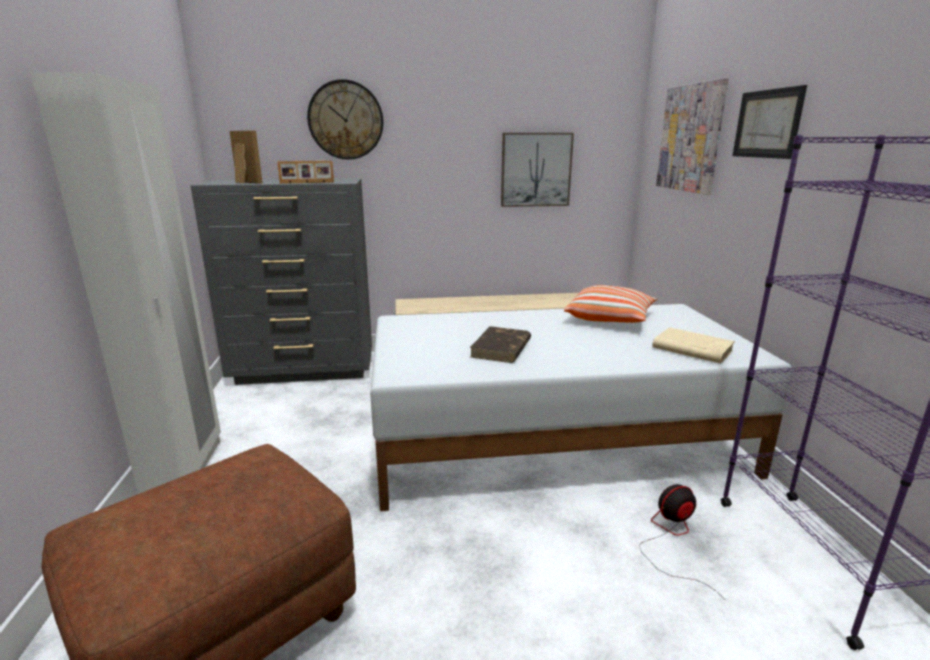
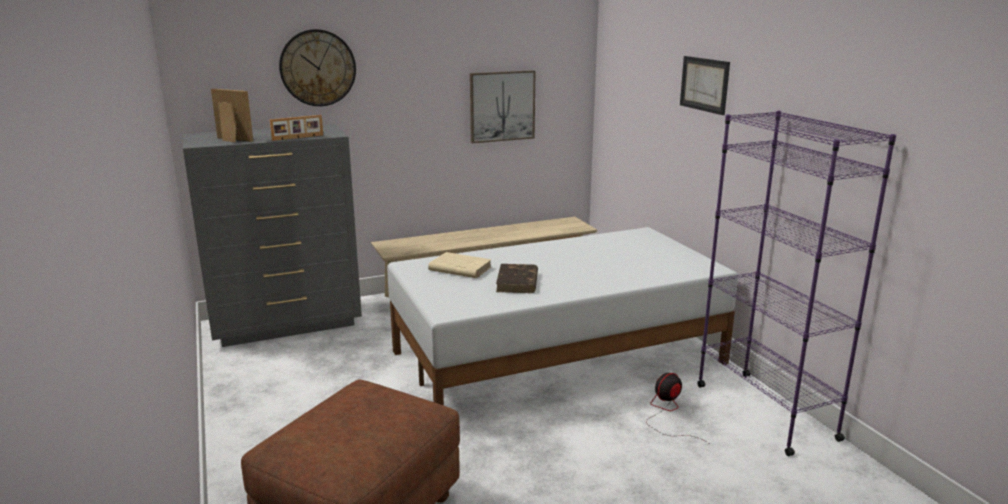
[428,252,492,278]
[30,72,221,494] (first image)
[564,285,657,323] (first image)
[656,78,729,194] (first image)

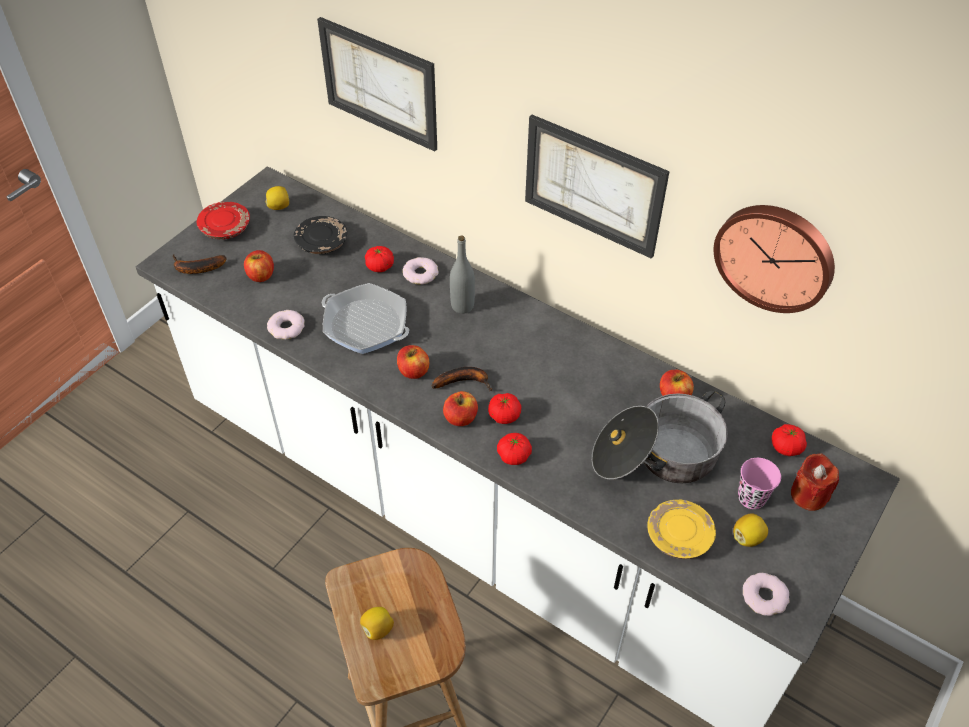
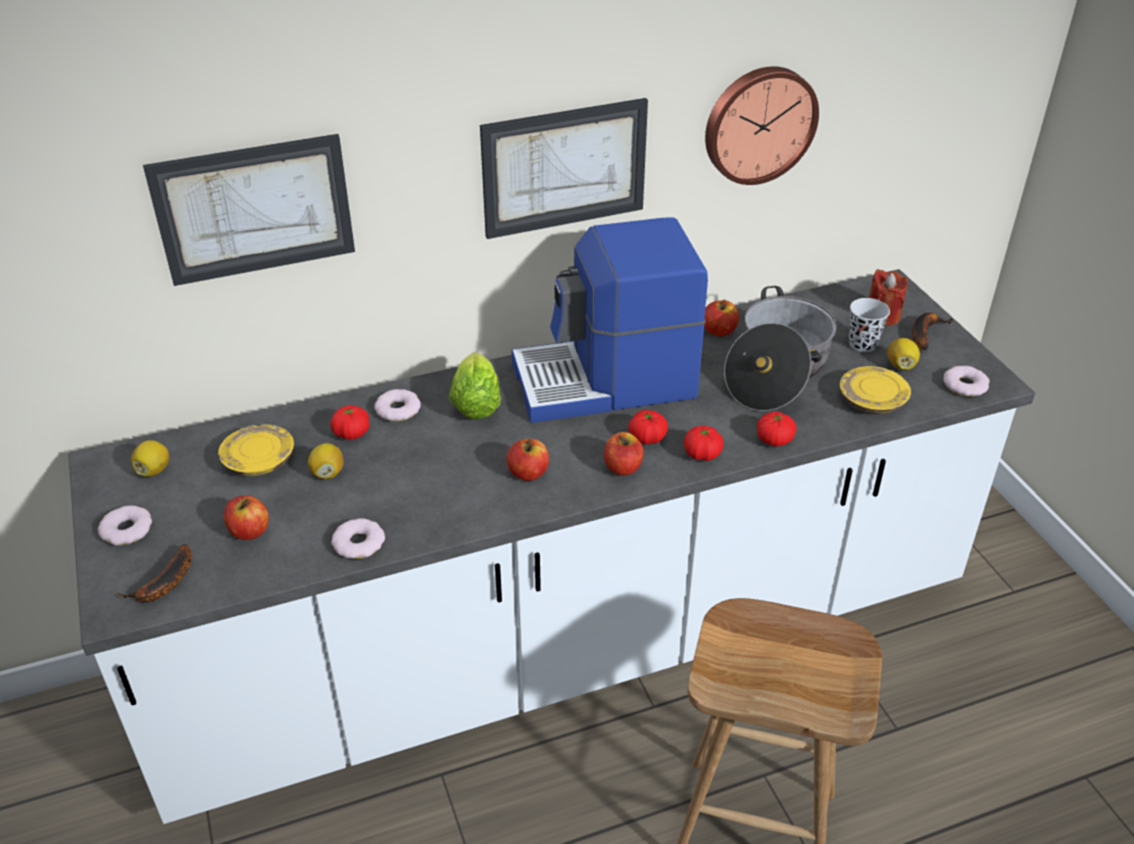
[98,506,152,546]
[218,424,294,476]
[308,443,343,479]
[450,352,501,419]
[512,217,708,423]
[757,412,796,446]
[849,298,890,352]
[912,312,954,350]
[322,283,409,354] (first image)

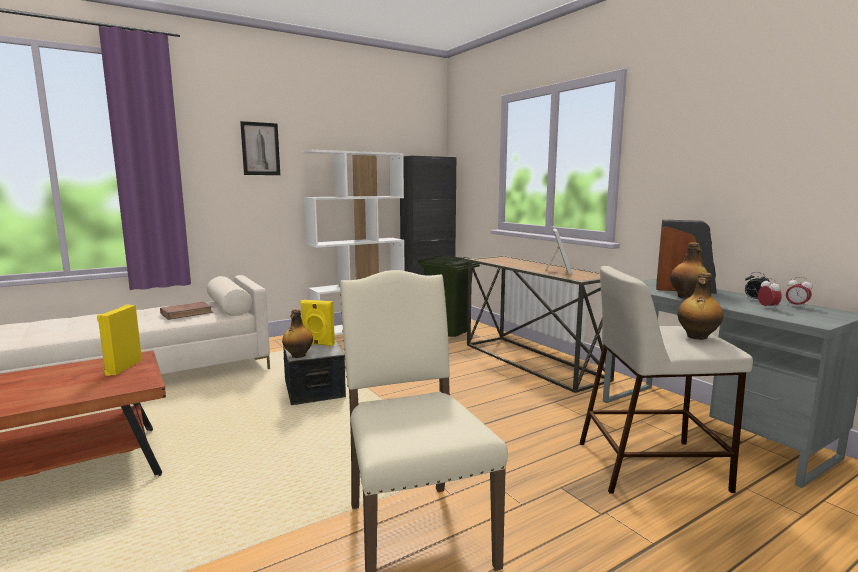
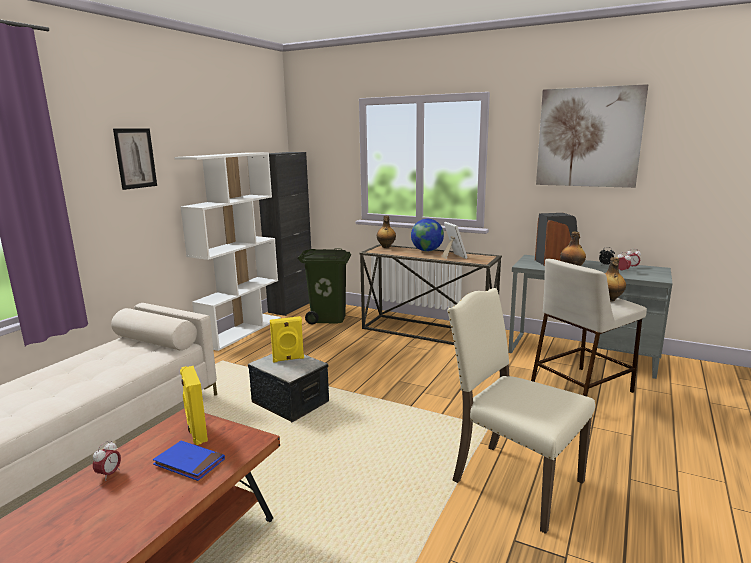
[93,441,121,481]
[153,441,225,481]
[377,216,396,248]
[411,219,444,251]
[536,84,648,188]
[160,302,214,320] (first image)

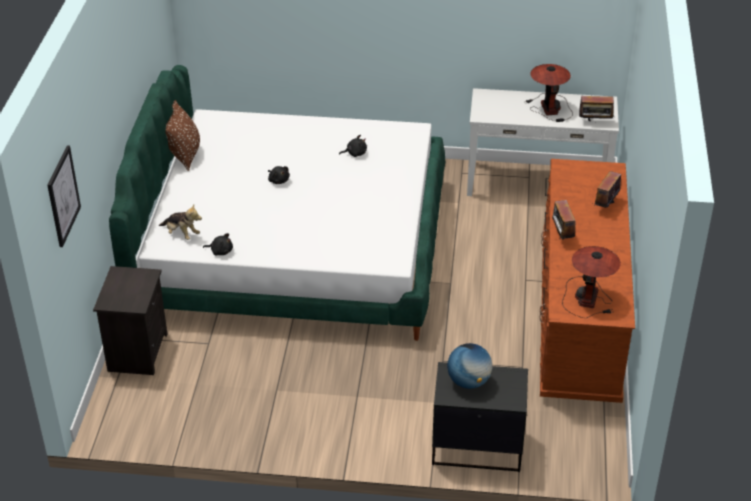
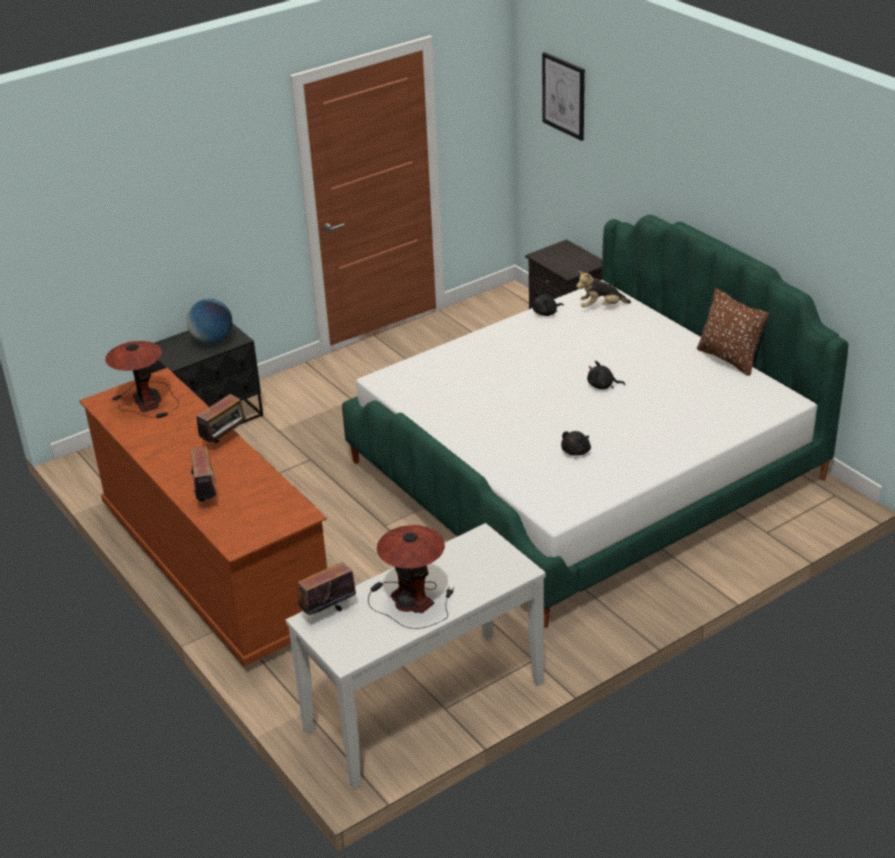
[196,394,245,445]

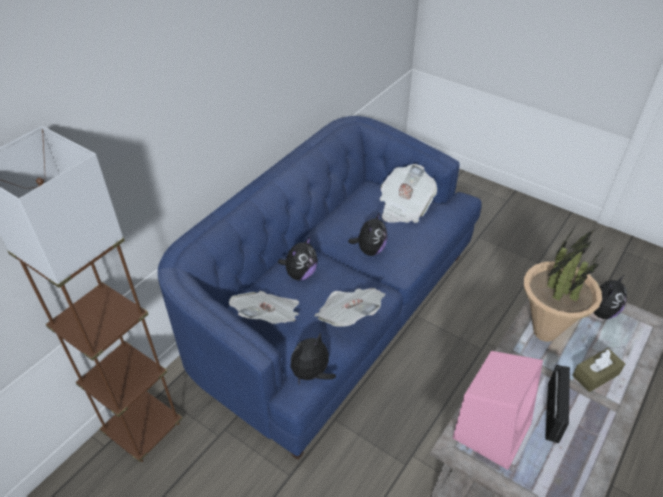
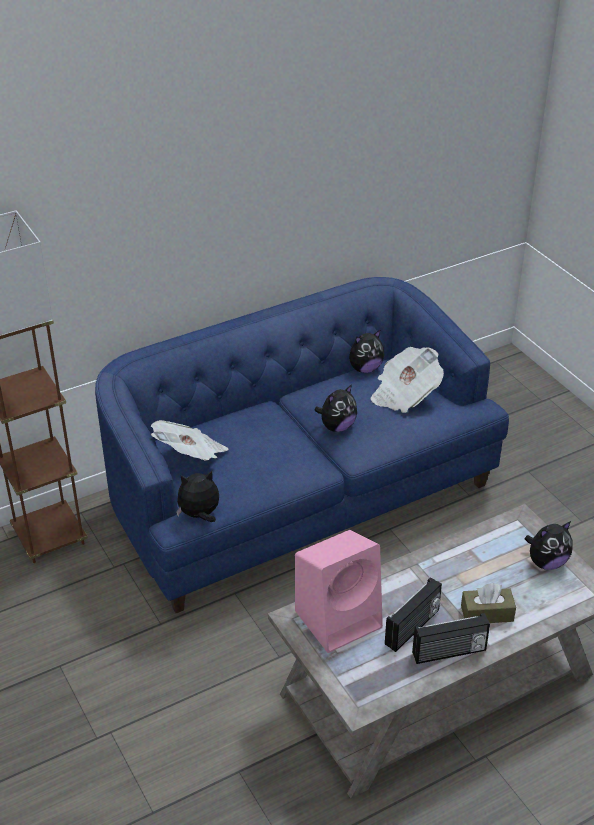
[349,329,384,373]
[412,613,490,664]
[314,288,385,327] (first image)
[524,225,603,342] (first image)

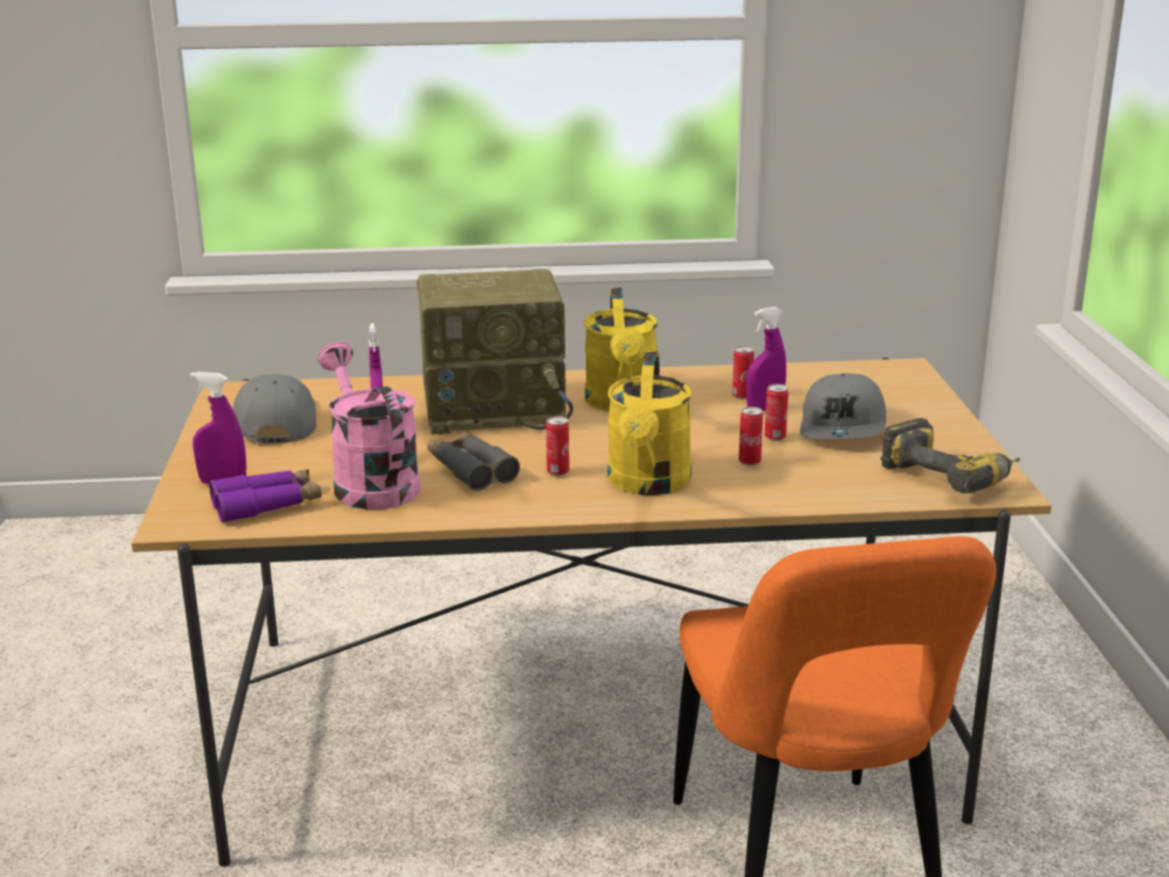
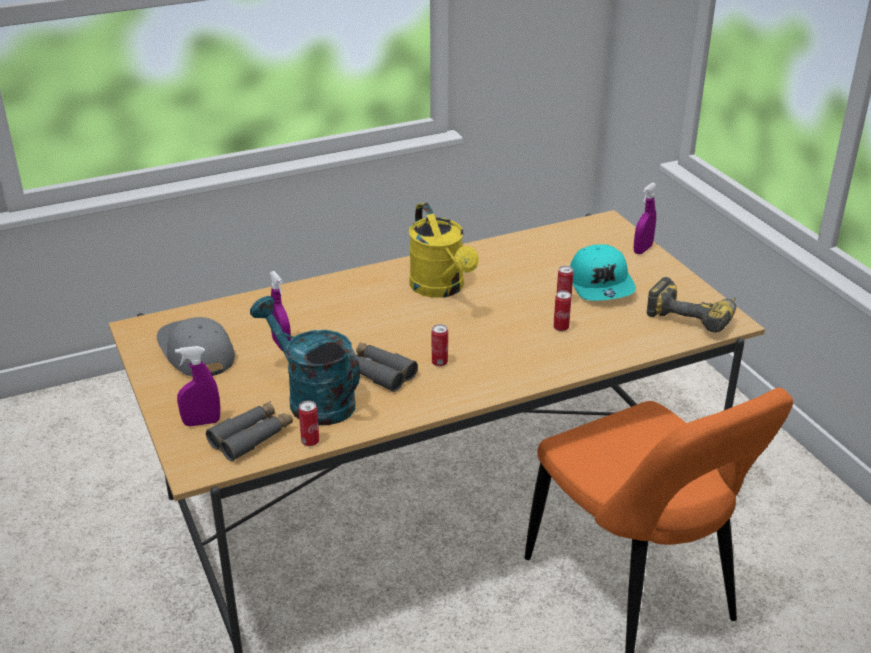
[206,401,293,461]
[250,296,360,425]
[299,401,319,446]
[570,244,636,301]
[634,183,657,254]
[417,269,573,435] (first image)
[607,351,692,495] (first image)

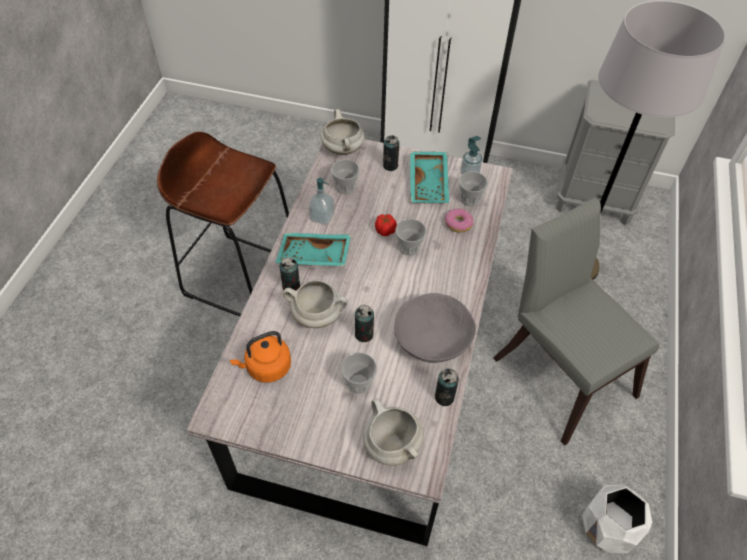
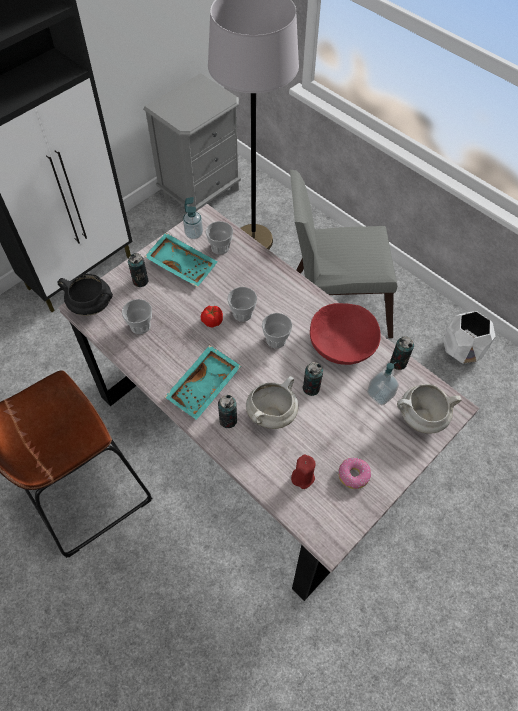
[57,274,113,316]
[262,313,292,348]
[291,454,316,489]
[310,303,381,365]
[338,458,371,489]
[367,362,399,405]

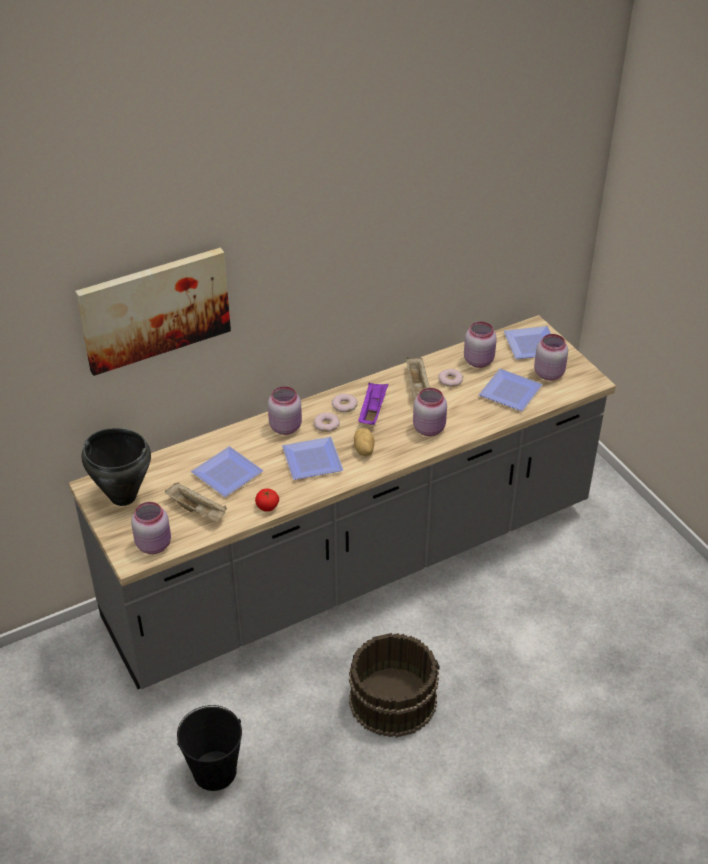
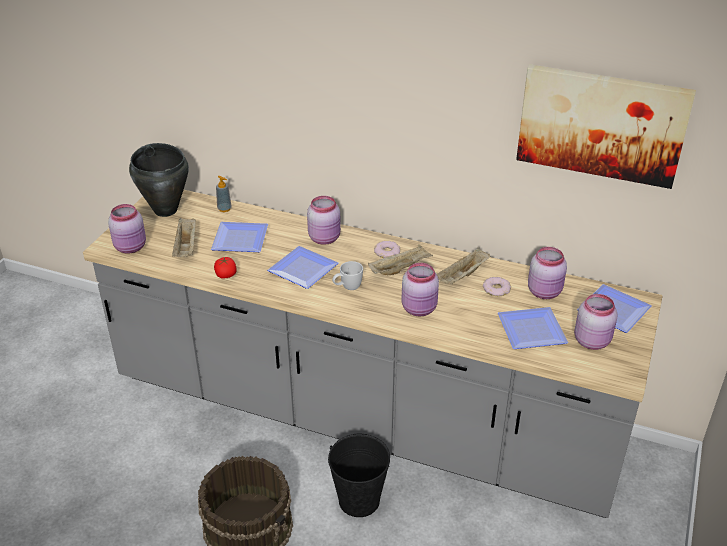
[216,176,232,212]
[328,434,390,517]
[332,261,363,290]
[368,244,433,275]
[516,64,696,189]
[313,413,340,432] (first image)

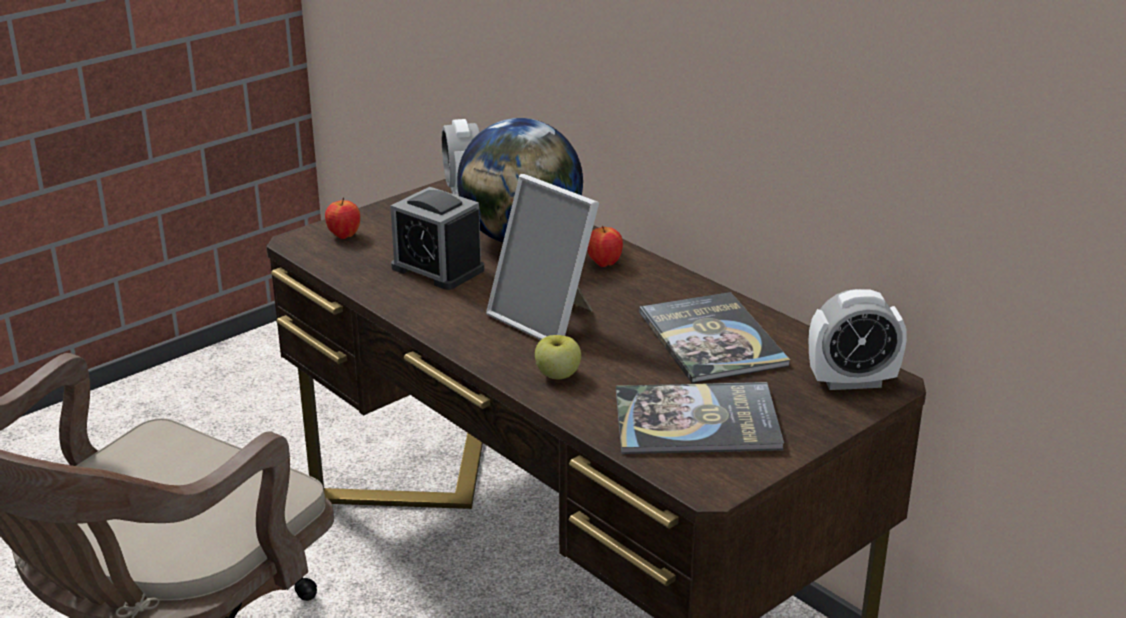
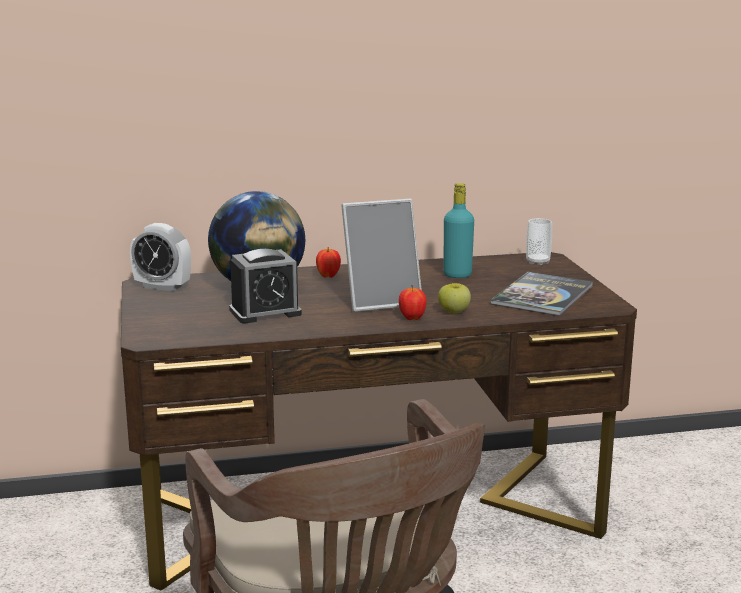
[399,285,427,320]
[443,183,474,278]
[526,218,552,265]

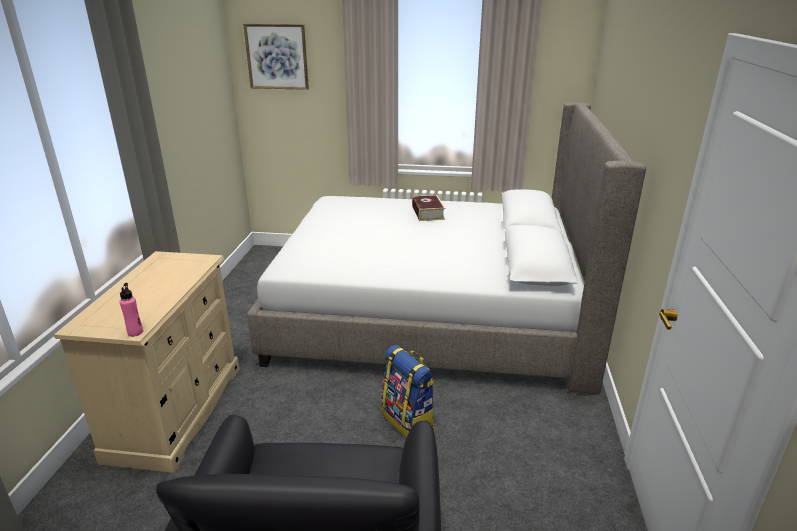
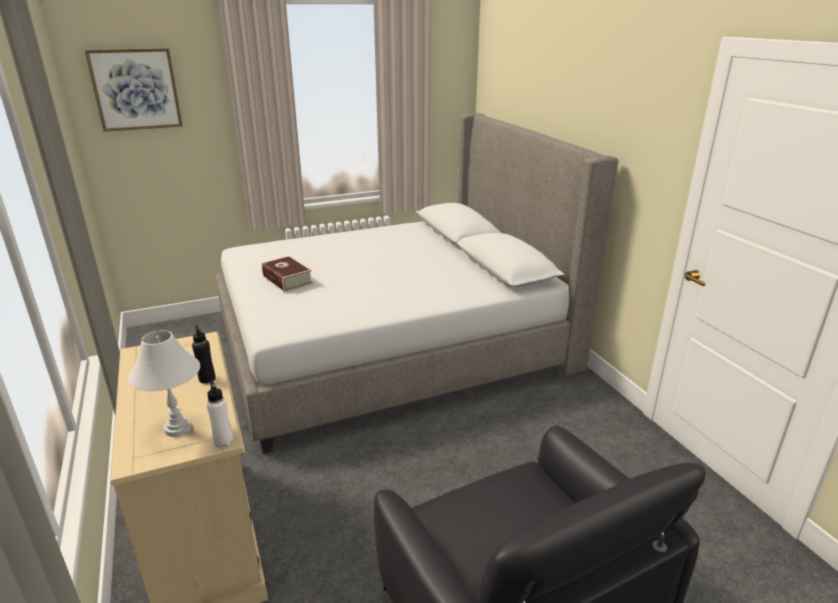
[128,330,200,437]
[192,325,215,384]
[206,380,233,447]
[262,256,313,292]
[382,345,435,438] (first image)

